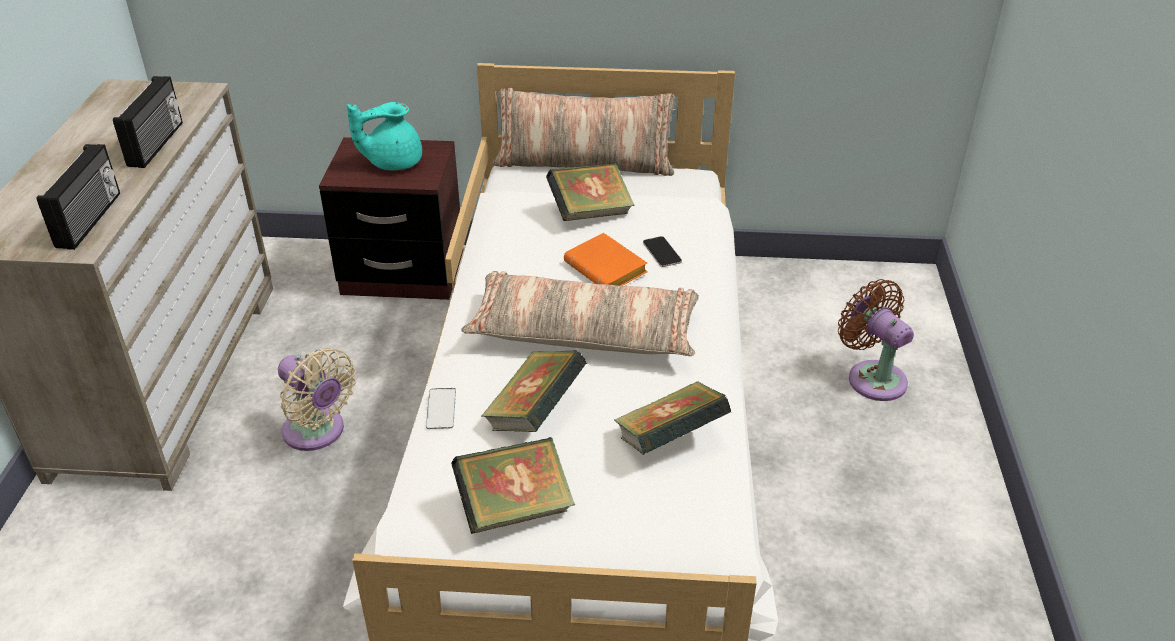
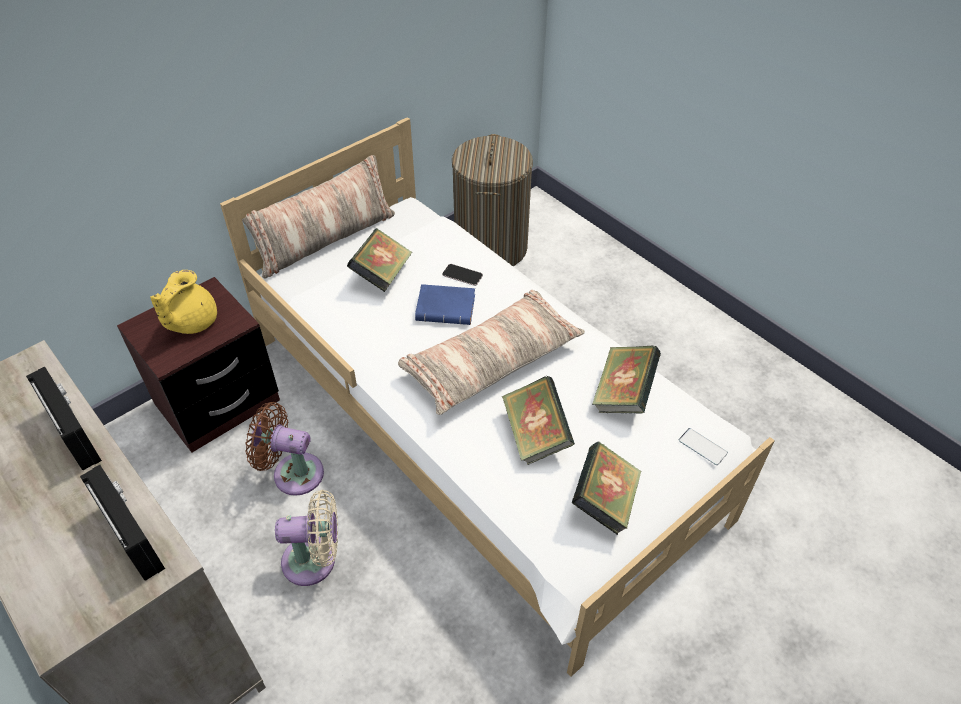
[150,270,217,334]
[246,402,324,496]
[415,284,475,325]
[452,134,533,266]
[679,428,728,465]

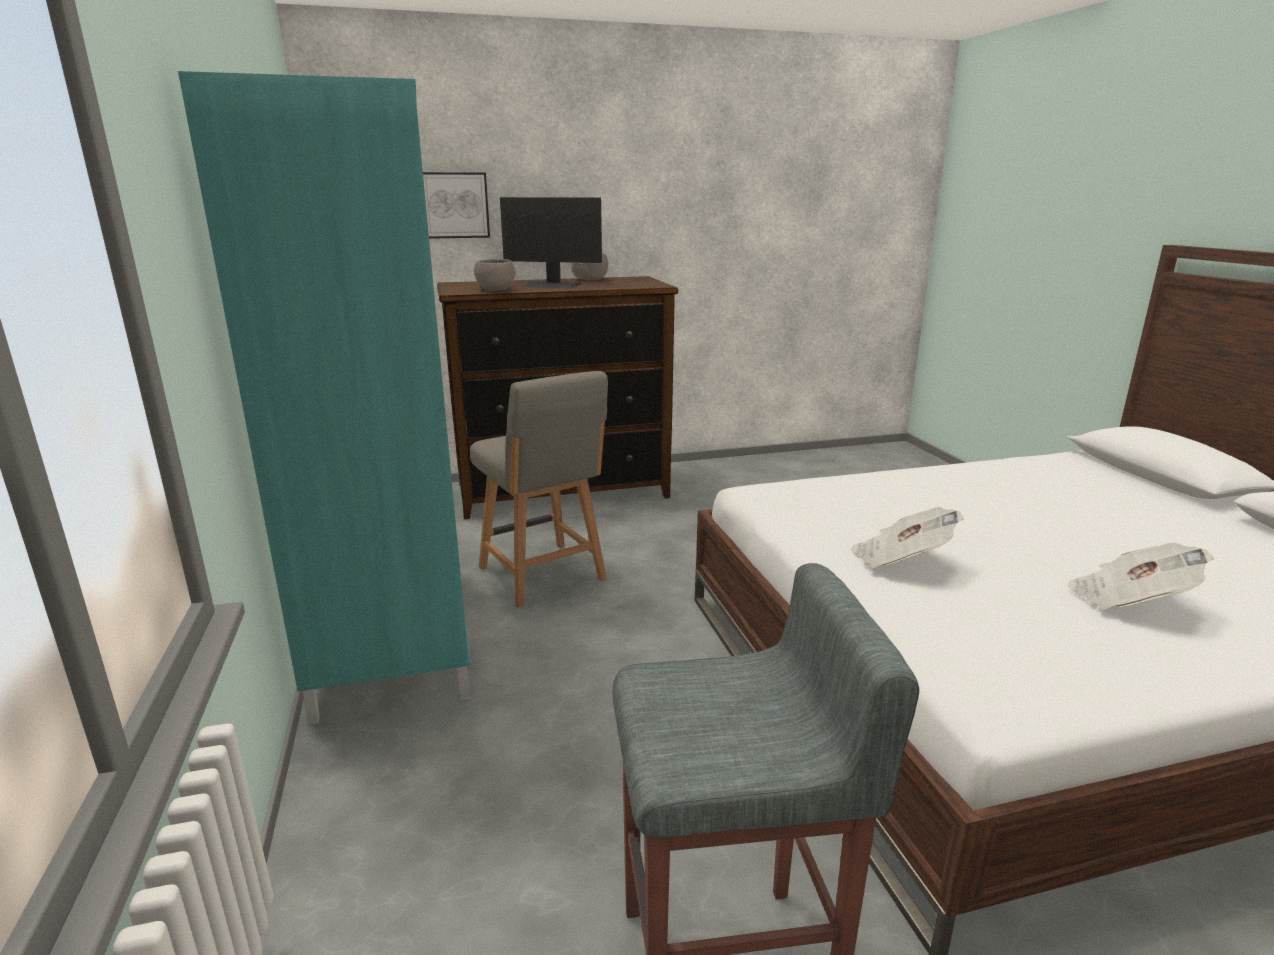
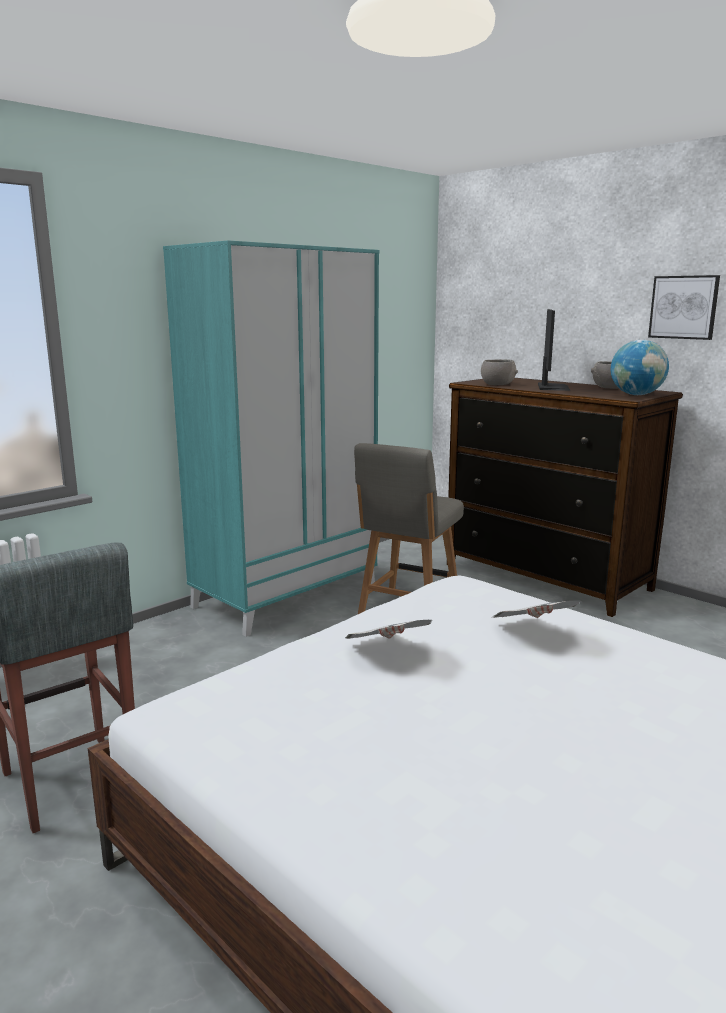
[491,600,582,618]
[538,309,571,391]
[611,340,669,395]
[648,275,720,340]

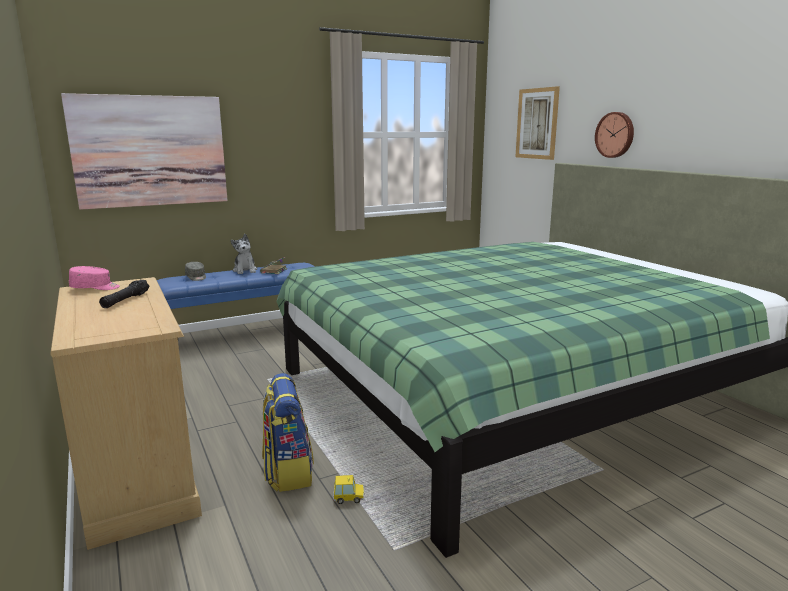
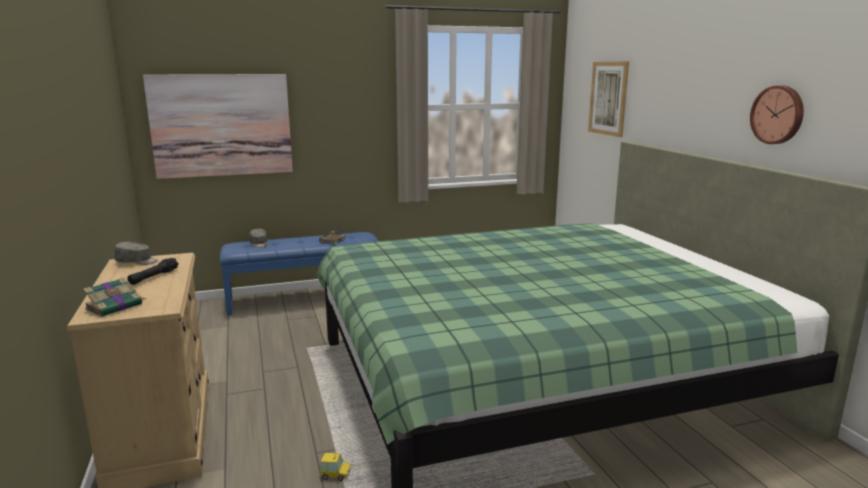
[83,278,147,317]
[115,242,158,265]
[750,85,804,144]
[231,234,257,274] (first image)
[262,373,314,492] (first image)

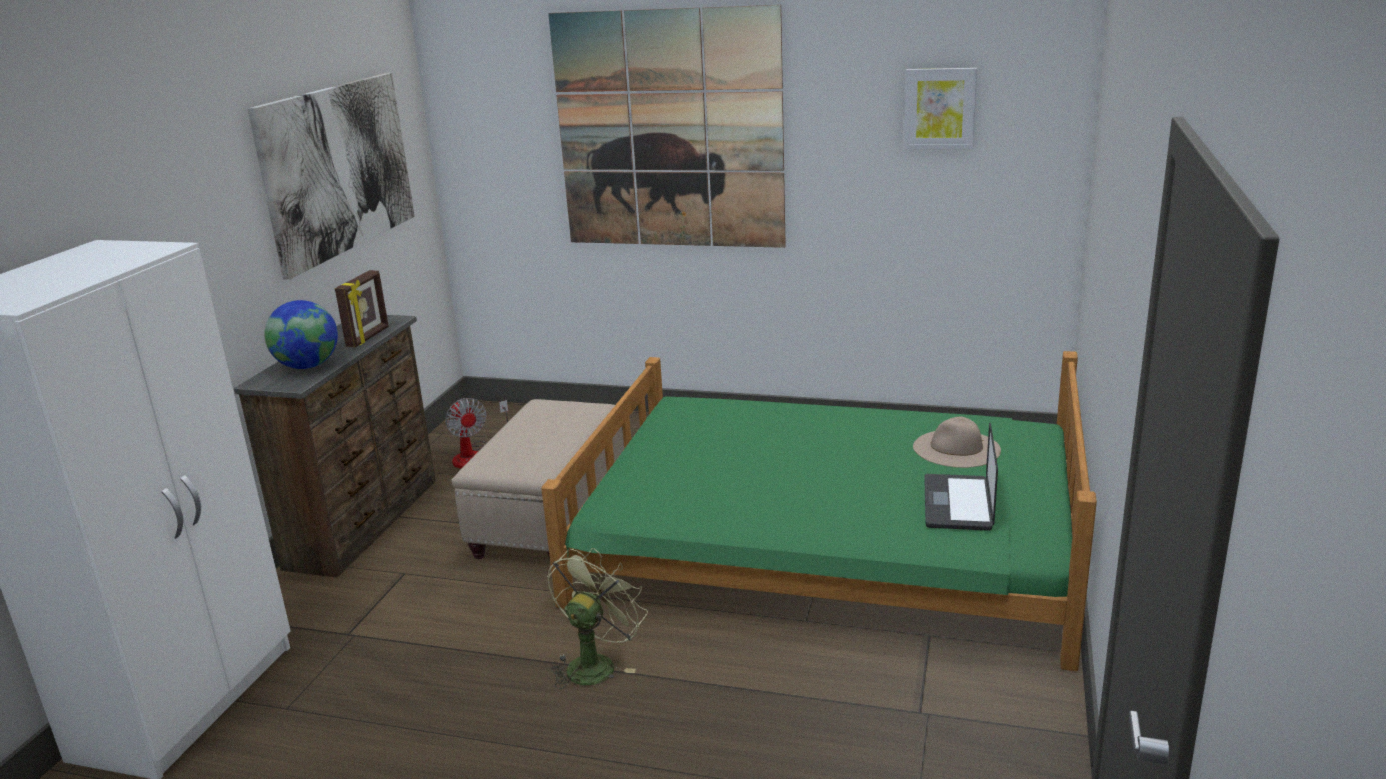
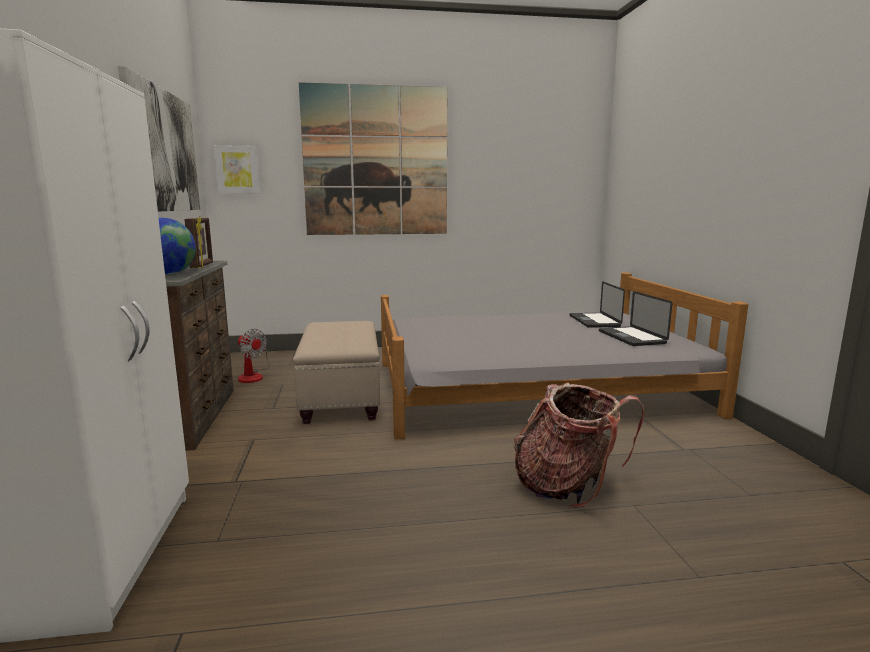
[214,145,260,194]
[381,273,748,440]
[514,383,645,508]
[570,281,625,328]
[547,548,648,689] (first image)

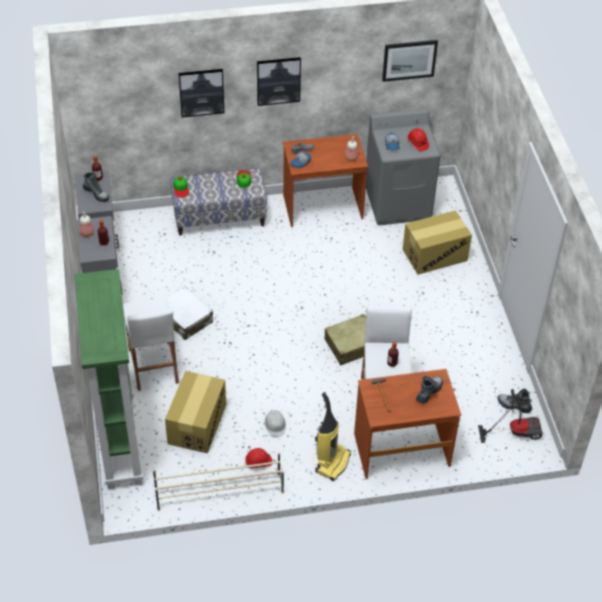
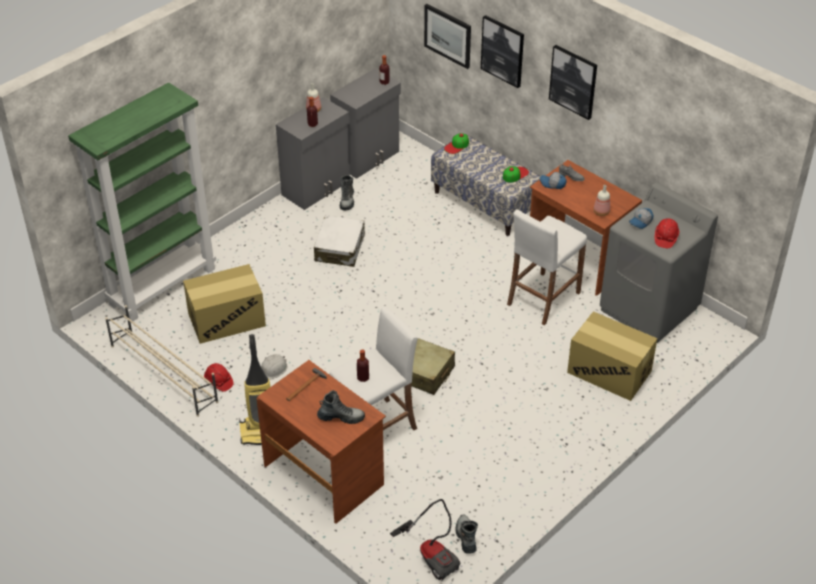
[340,175,354,210]
[424,4,471,69]
[507,210,587,325]

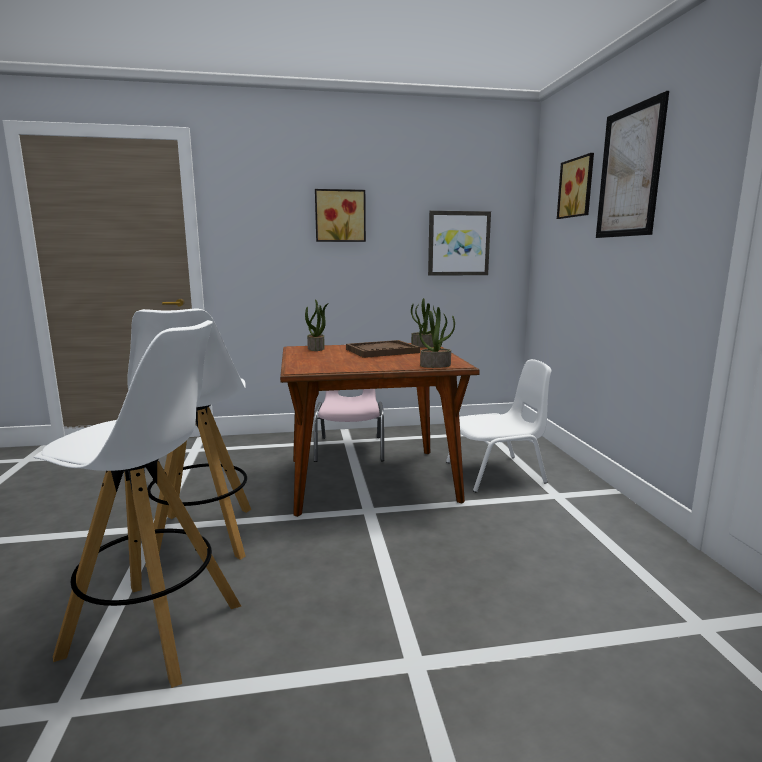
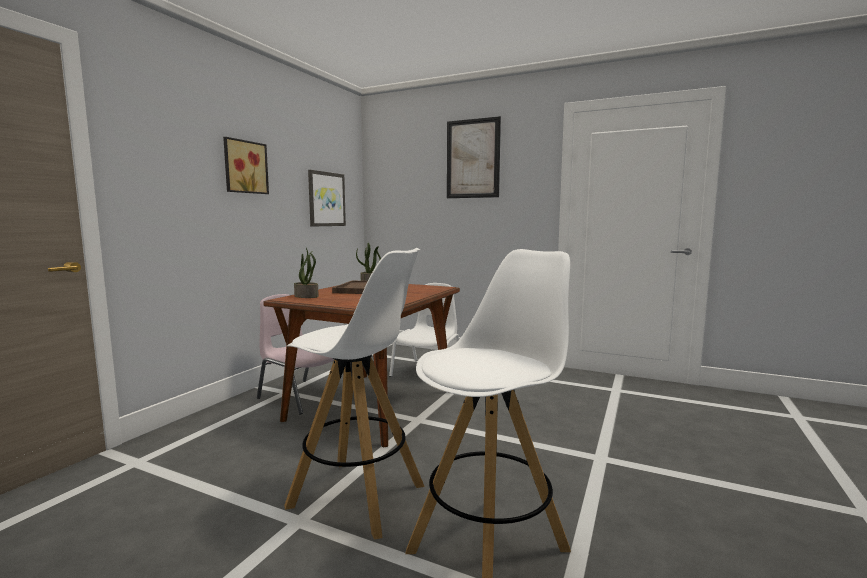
[419,307,455,368] (first image)
[557,153,594,219] (first image)

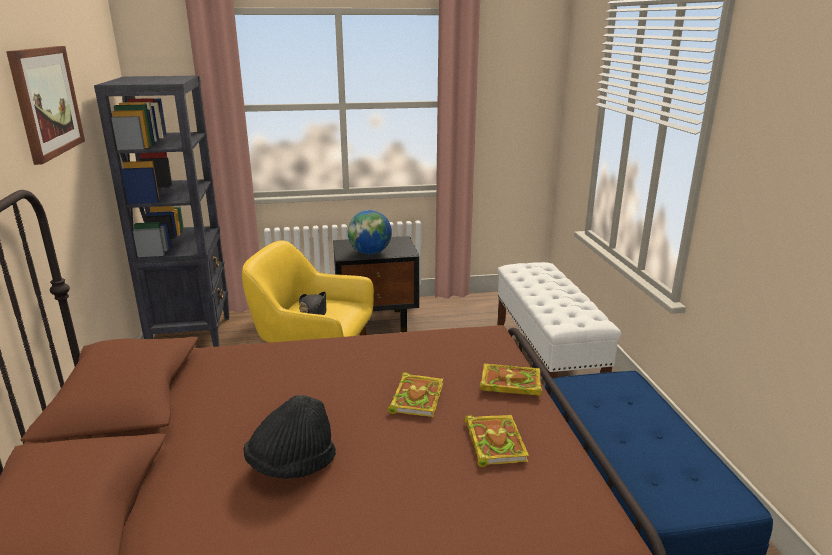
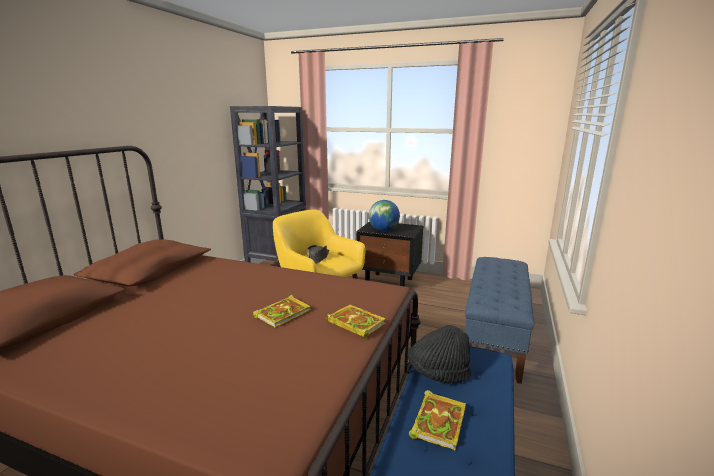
[407,325,471,383]
[409,390,466,450]
[465,257,534,384]
[6,46,85,165] (first image)

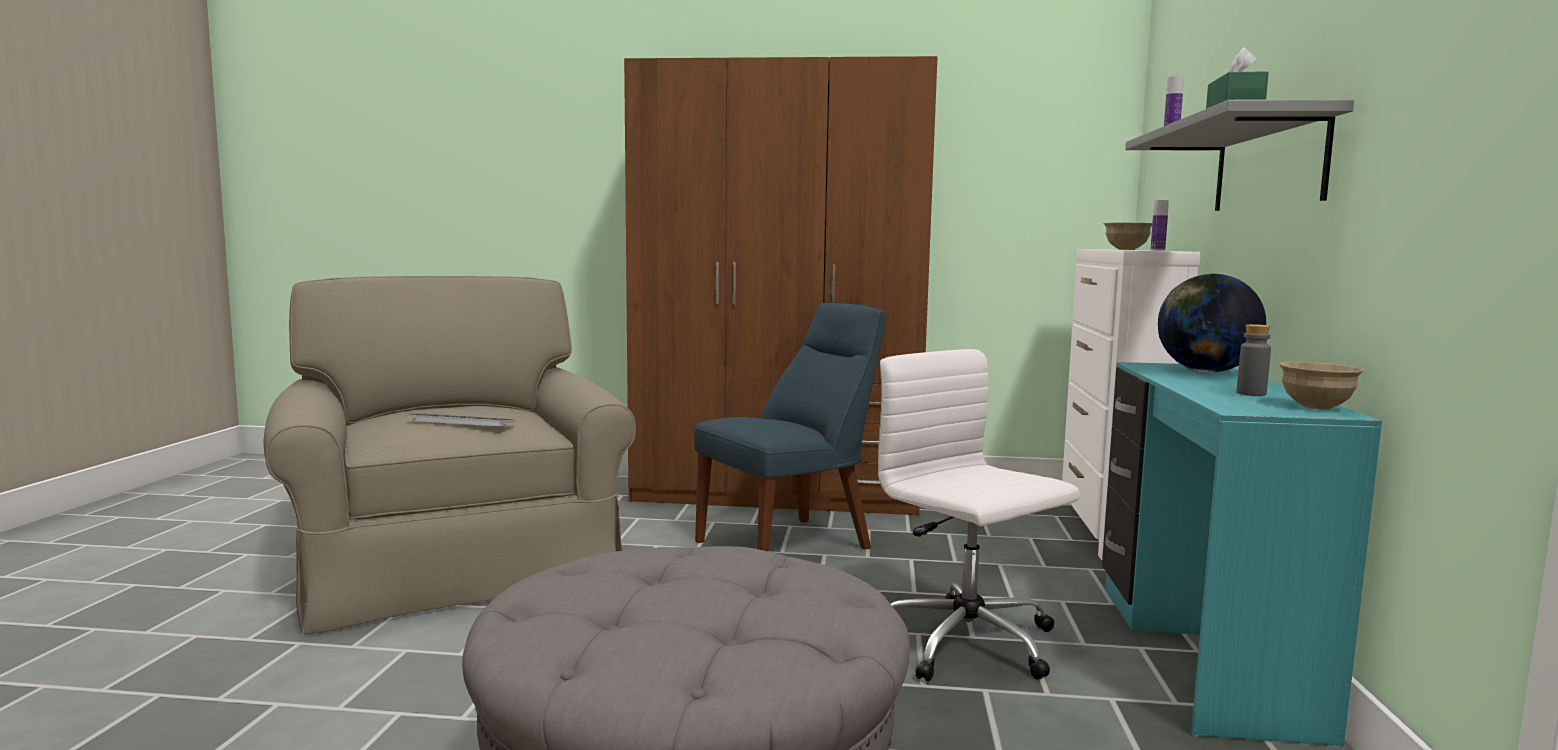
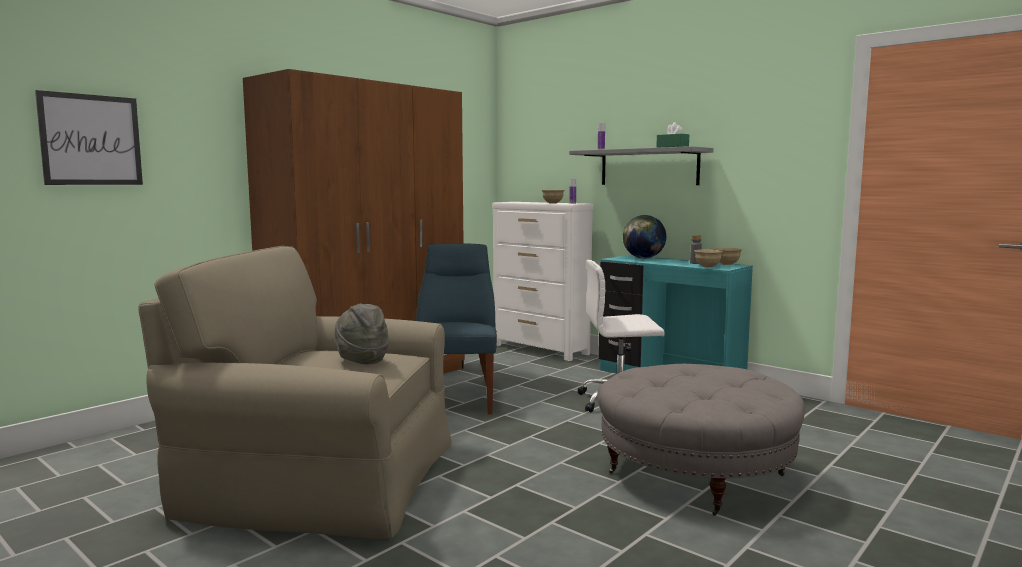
[35,90,143,185]
[334,303,389,364]
[694,250,723,267]

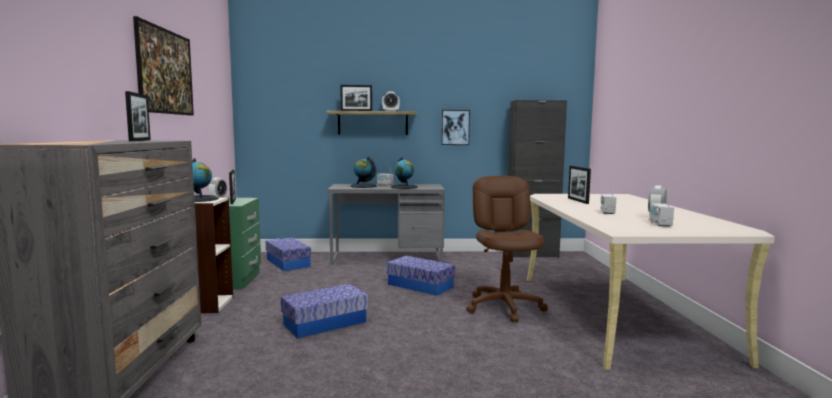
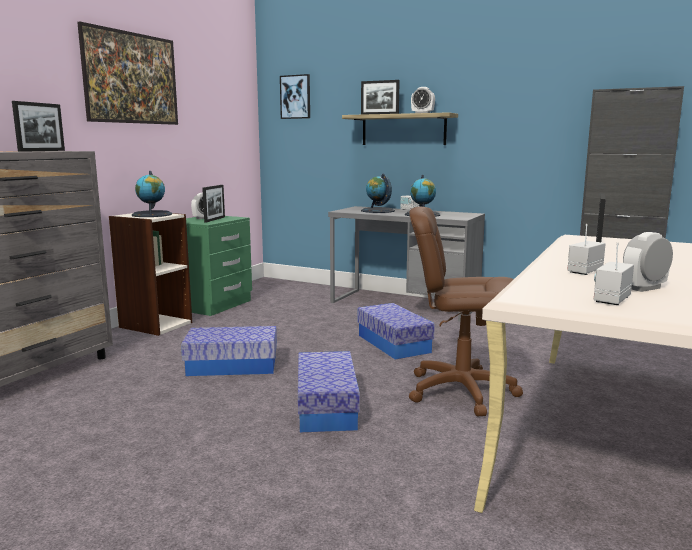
[280,74,310,119]
[298,351,360,432]
[409,207,523,416]

